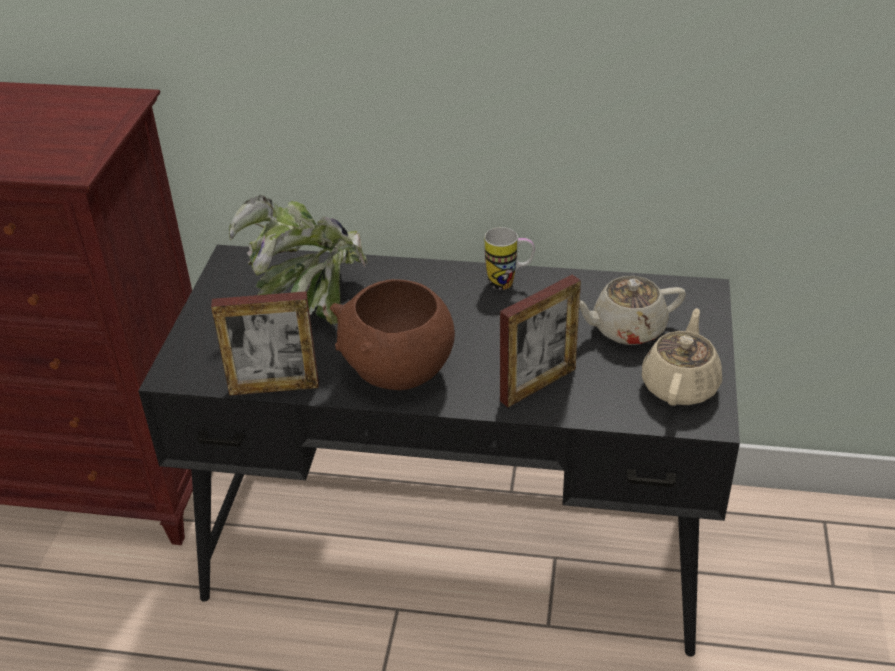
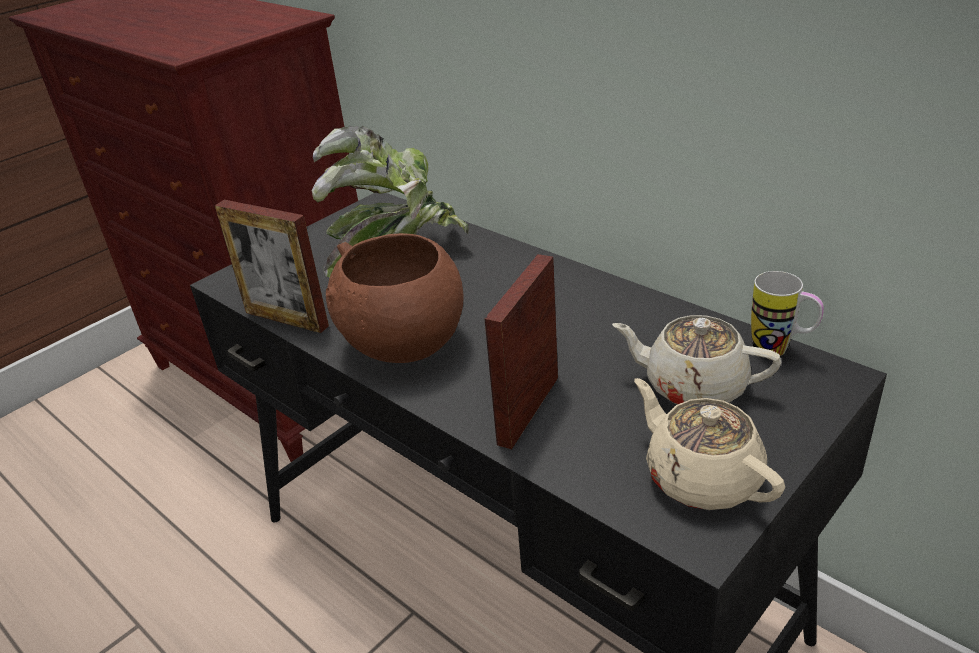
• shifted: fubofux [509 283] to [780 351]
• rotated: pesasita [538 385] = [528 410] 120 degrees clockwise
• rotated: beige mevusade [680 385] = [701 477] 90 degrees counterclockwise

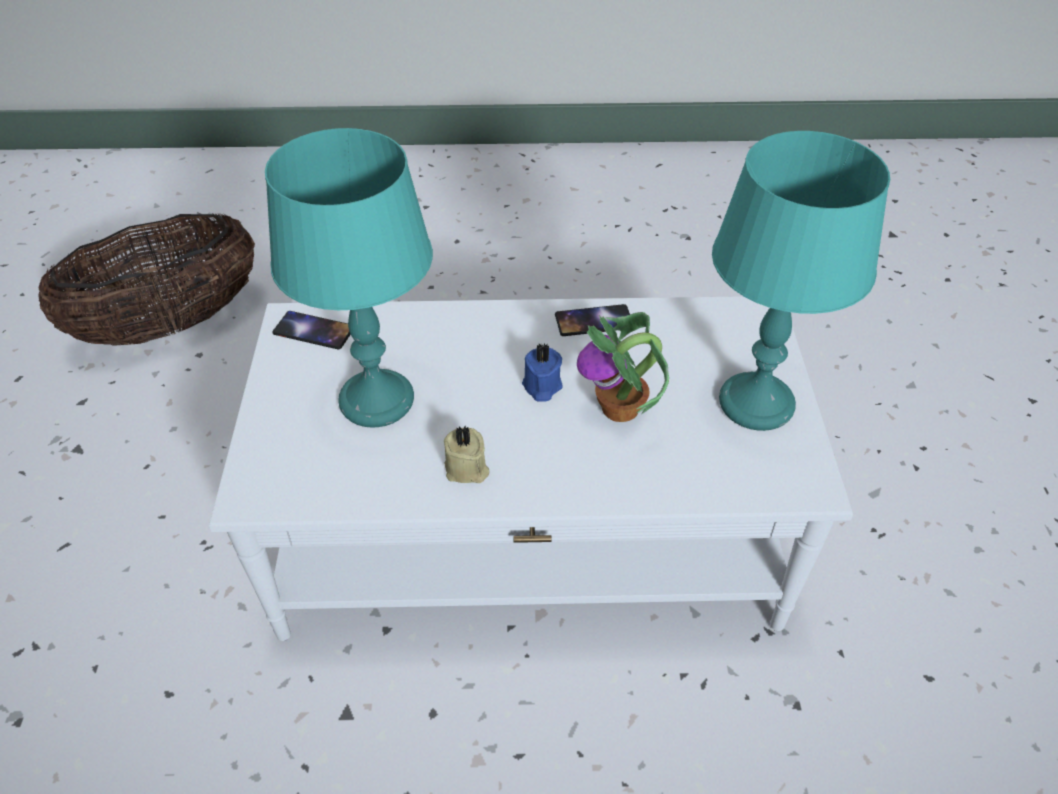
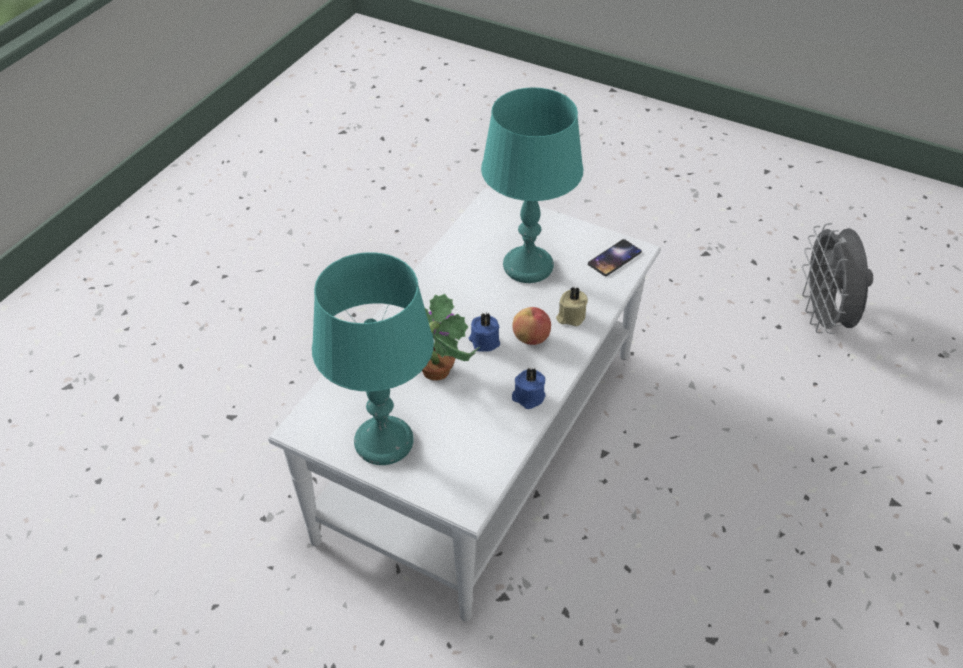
• new: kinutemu [531 338]
• shifted: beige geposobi [467 469] to [570 316]
• swapped: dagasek [170 325] to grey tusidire [824 318]
• swapped: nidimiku [594 321] to blue geposobi [528 397]

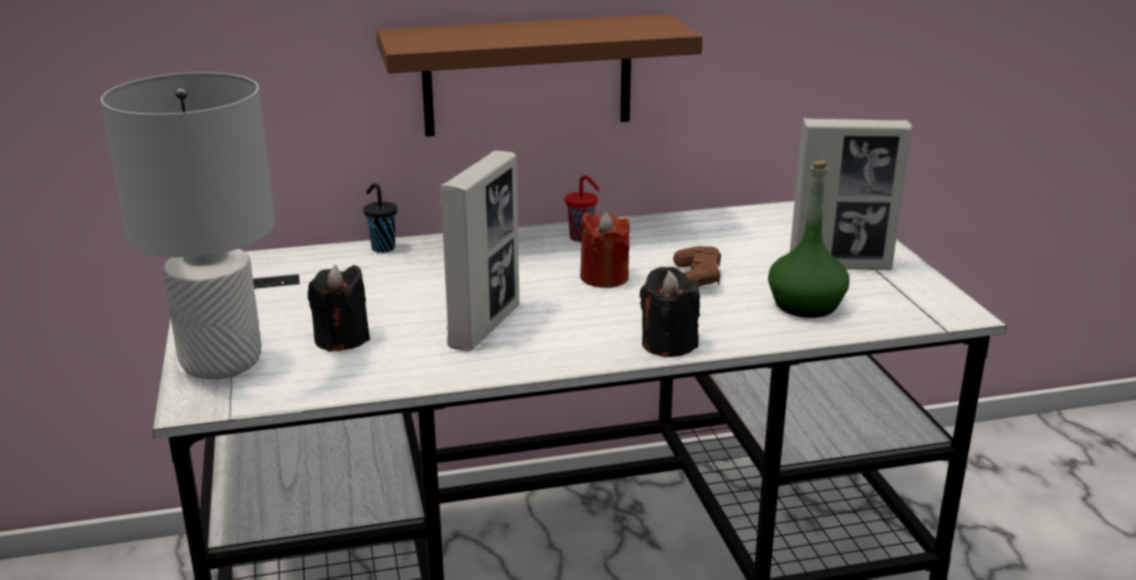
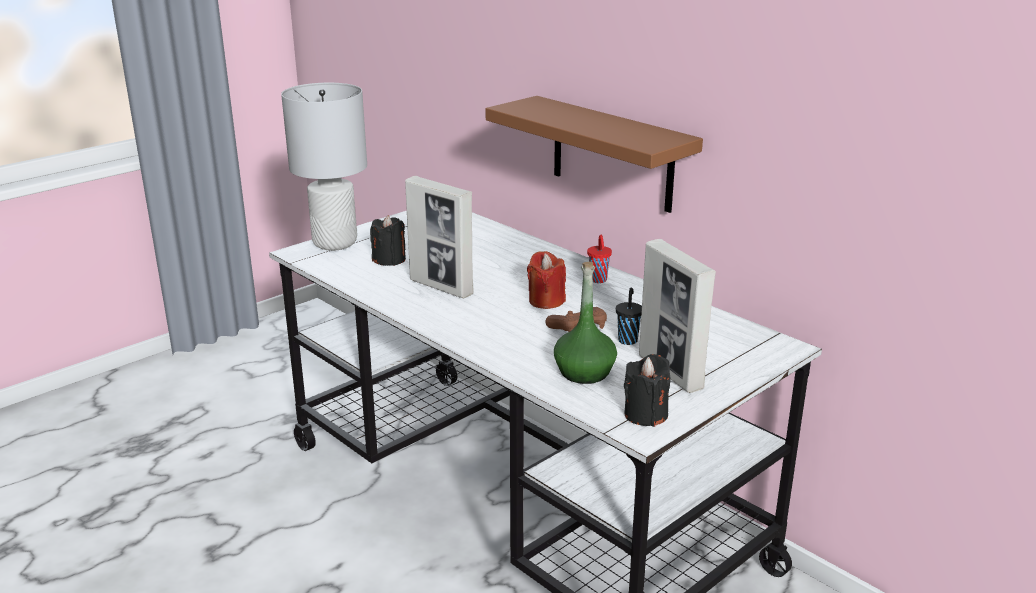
• shifted: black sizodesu [382 248] to [628 340]
• shifted: black geposobi [668 344] to [646 414]
• rotated: pesasita [485 326] = [441 287] 45 degrees clockwise

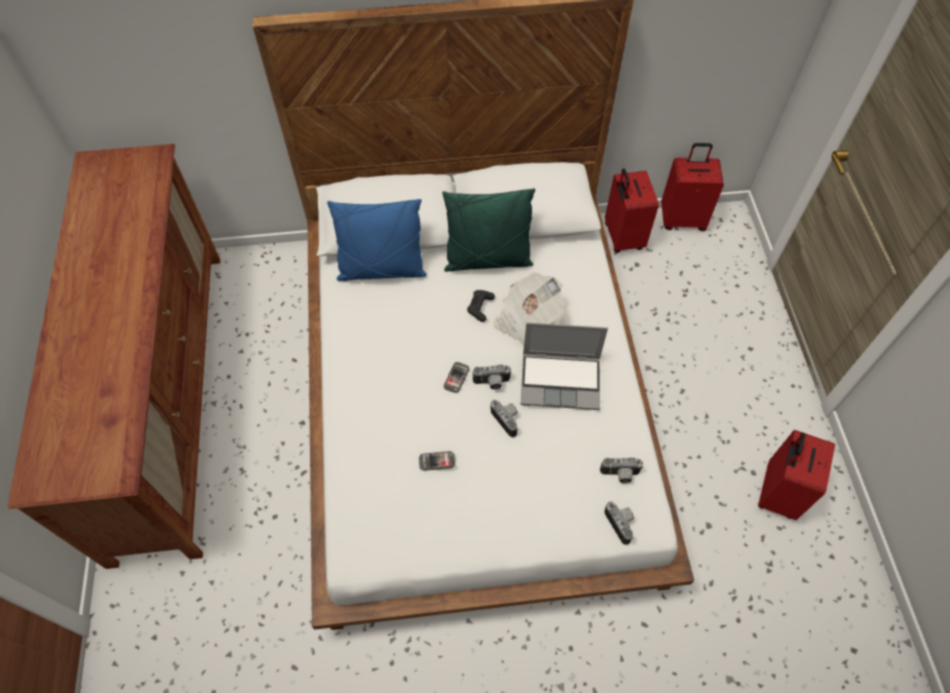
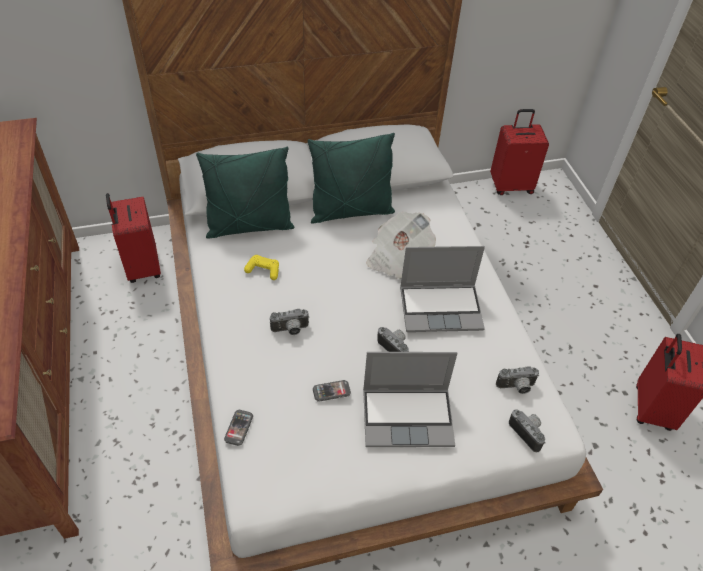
• gone: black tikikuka [480 307]
• new: yellow tikikuka [263 270]
• new: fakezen [408 416]
• shifted: nidimiku [456 378] to [238 428]
• shifted: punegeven [492 383] to [290 330]
• shifted: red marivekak [622 237] to [142 267]
• repainted: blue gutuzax [382 269] to green gutuzax [249 226]

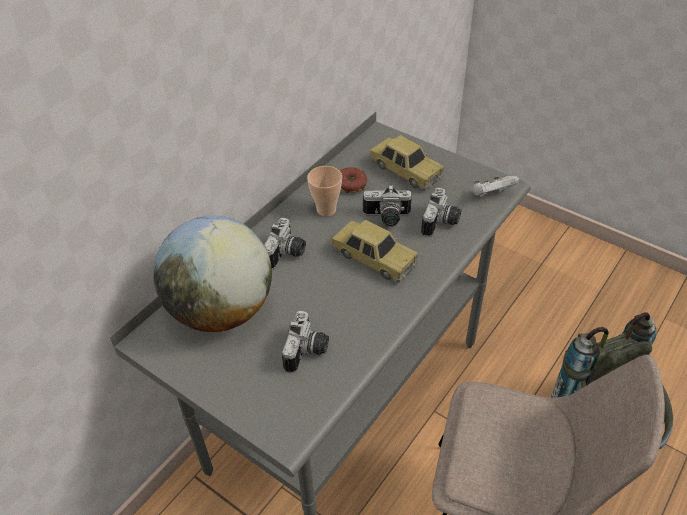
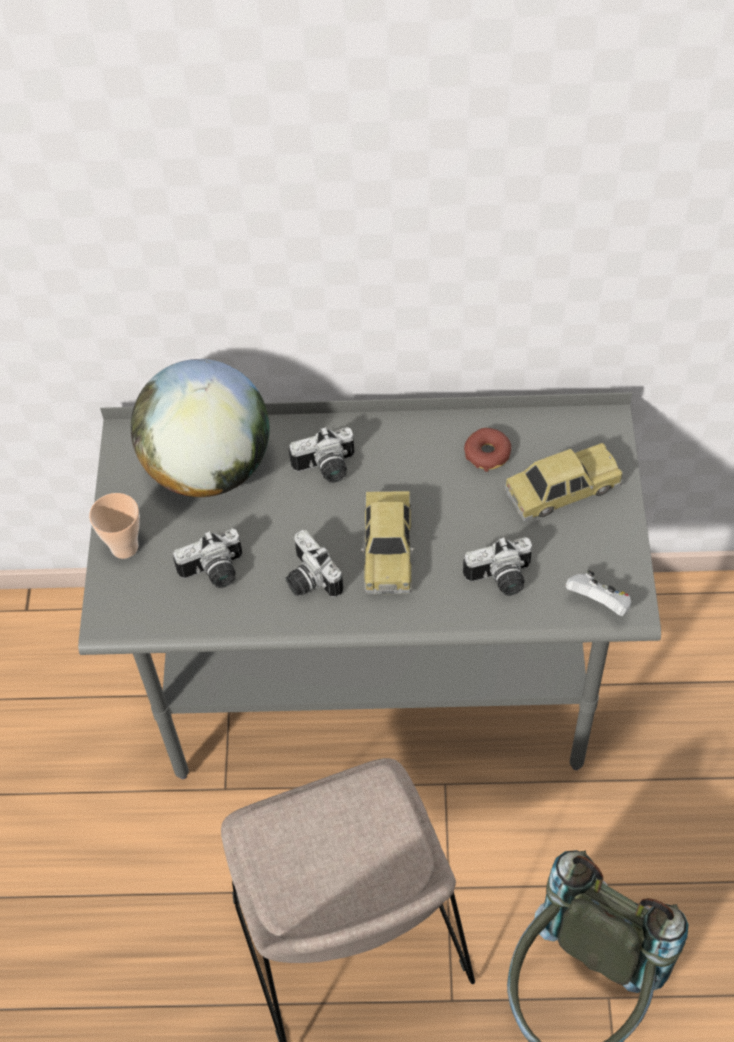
• shifted: sizodesu [326 210] to [124 547]
• shifted: punegeven [386 218] to [308 579]
• rotated: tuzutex [405 170] = [562 490] 120 degrees counterclockwise

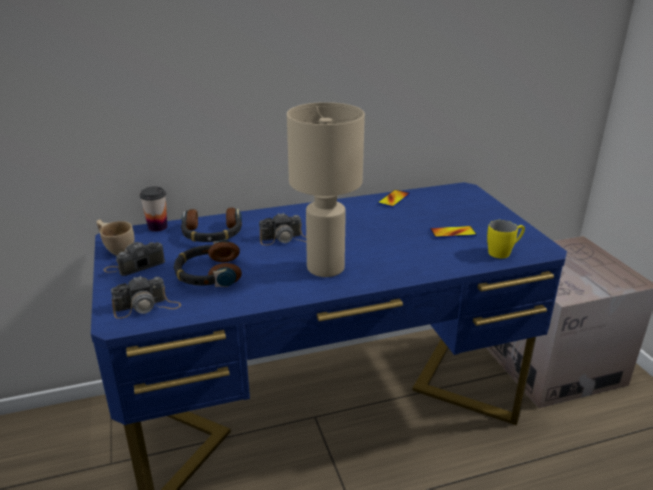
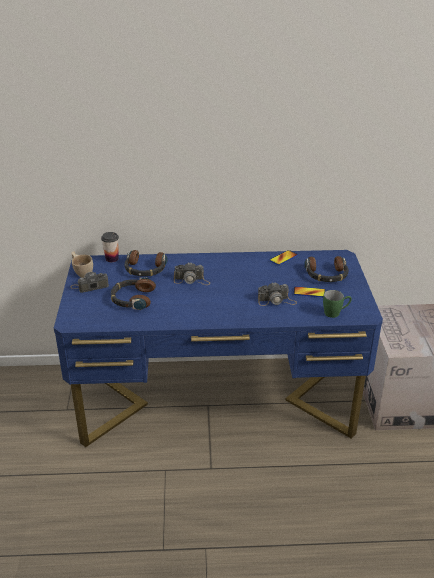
• gone: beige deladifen [324 268]
• new: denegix [326 275]
• shifted: punegeven [147 307] to [276 301]
• repainted: yellow fubofux [503 252] to green fubofux [335 313]

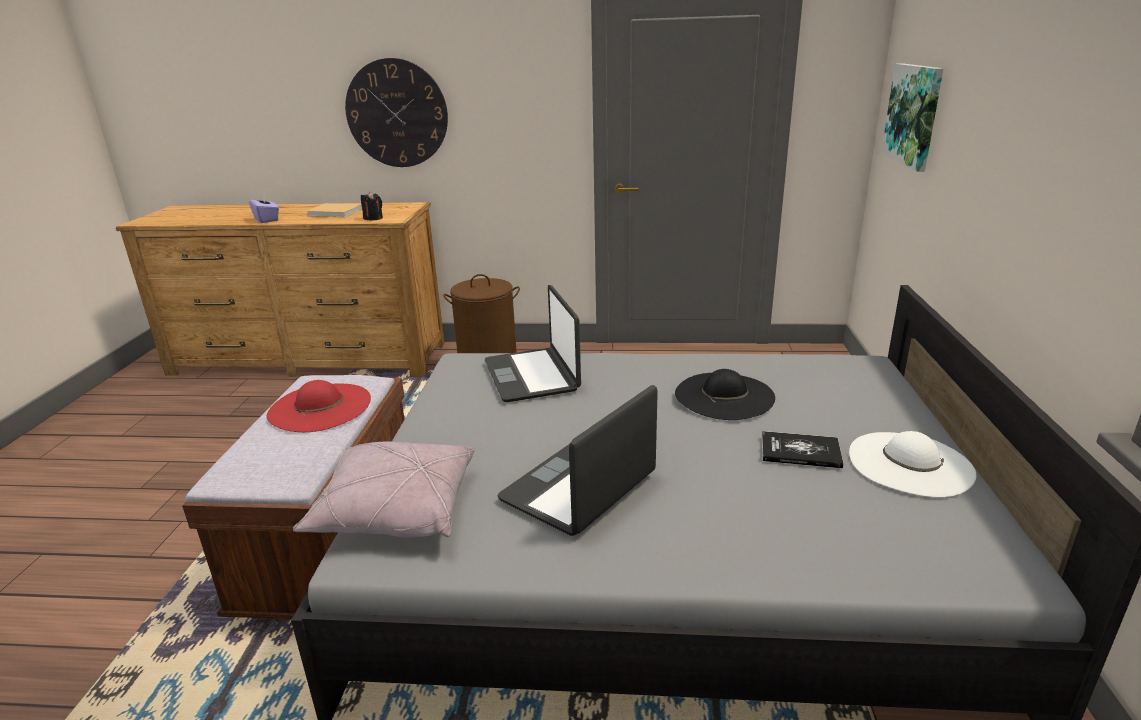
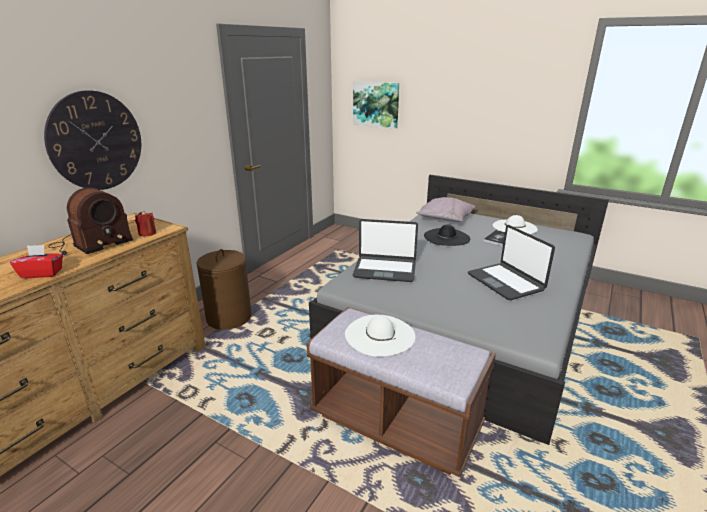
• shifted: purple gutuzax [396 510] to [445 219]
• swapped: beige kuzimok [336 212] to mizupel [90 244]
• repainted: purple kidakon [267 219] to red kidakon [42 273]
• repainted: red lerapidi [320 407] to white lerapidi [379 335]
• repainted: black geposobi [373 218] to red geposobi [147 233]

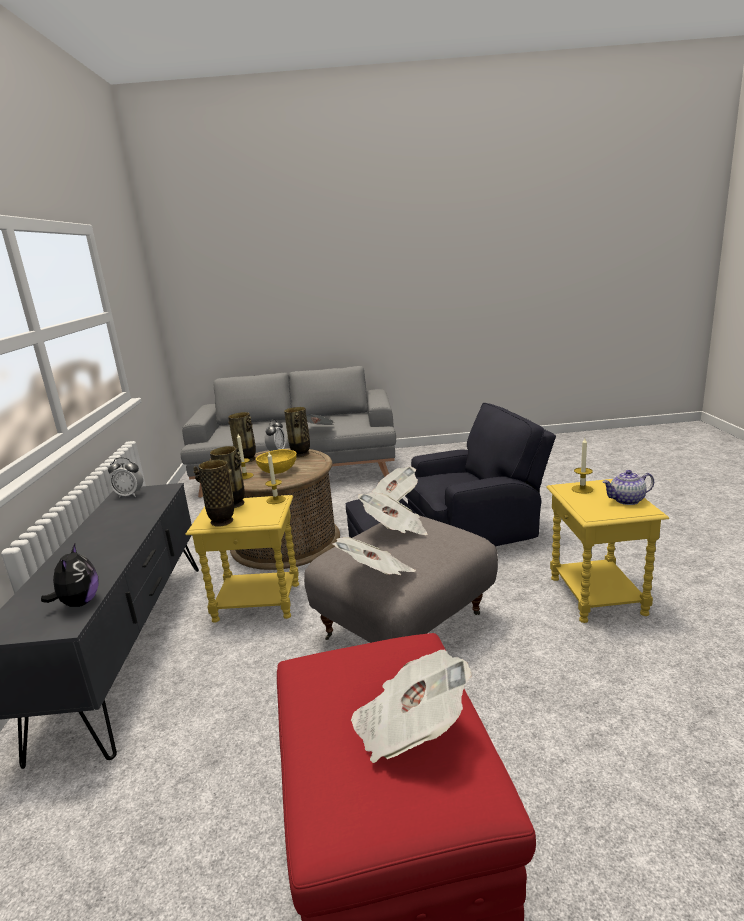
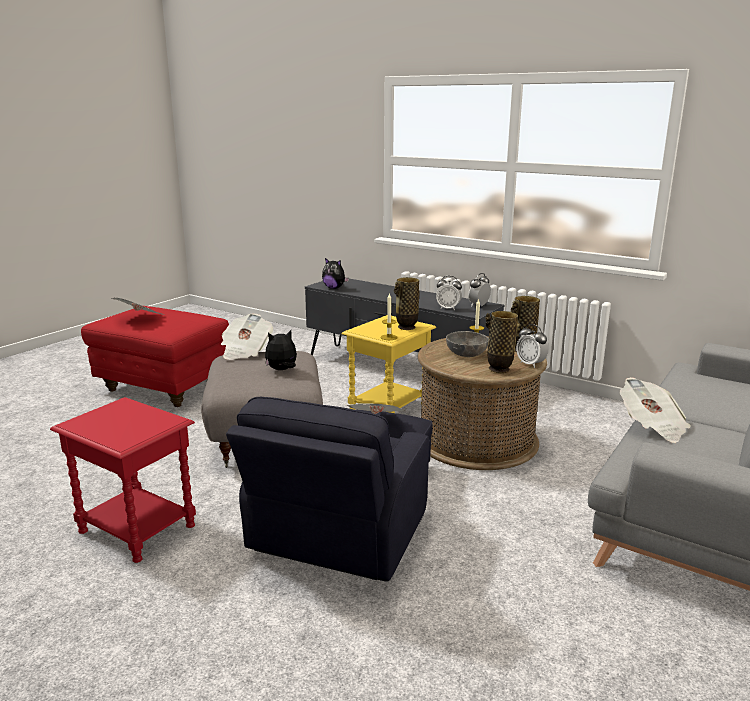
• gone: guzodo [222 521]
• gone: geposobi [582 489]
• gone: mevusade [627 500]
• new: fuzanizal [448 308]
• swapped: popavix [395 530] to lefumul [282 370]
• repainted: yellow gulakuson [278 471] to grey gulakuson [466 354]
• repainted: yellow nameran [598 595] to red nameran [135 529]

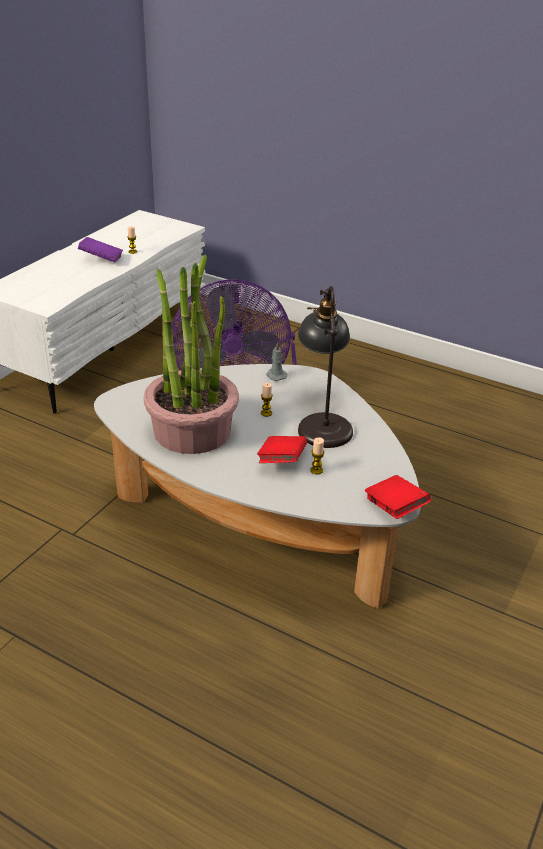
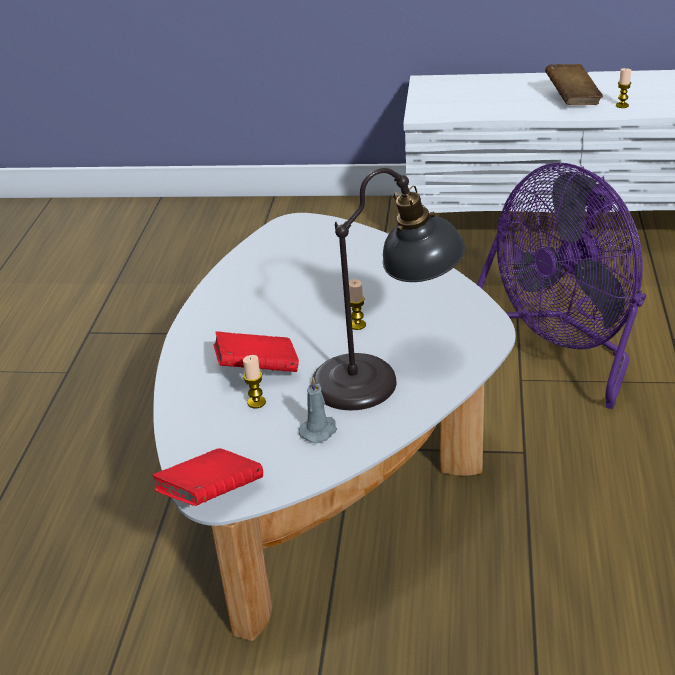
• gone: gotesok [192 430]
• shifted: grey geposobi [275 375] to [319 430]
• repainted: purple kuzimok [101 260] to brown kuzimok [572 99]

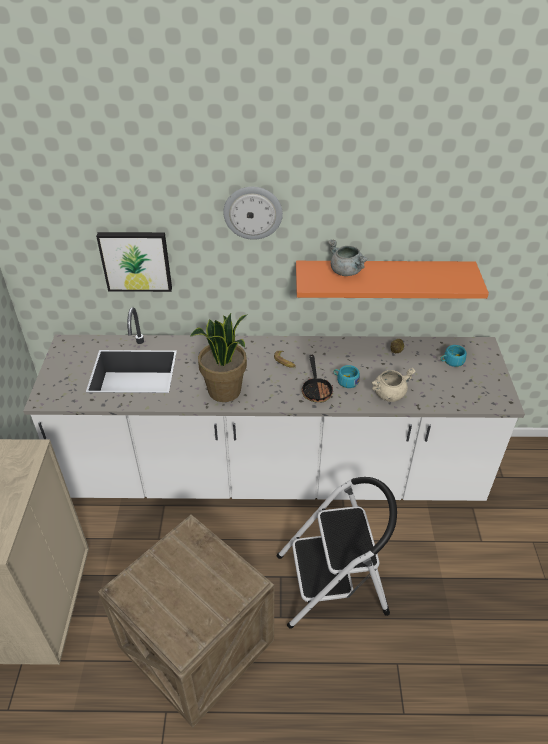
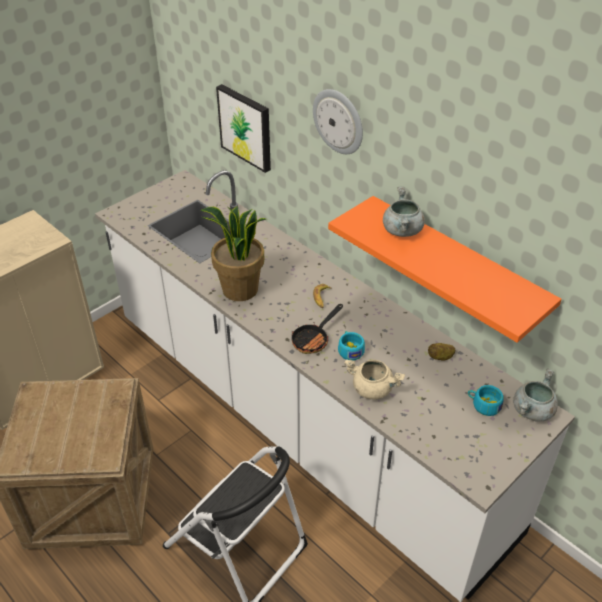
• new: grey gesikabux [532 411]

